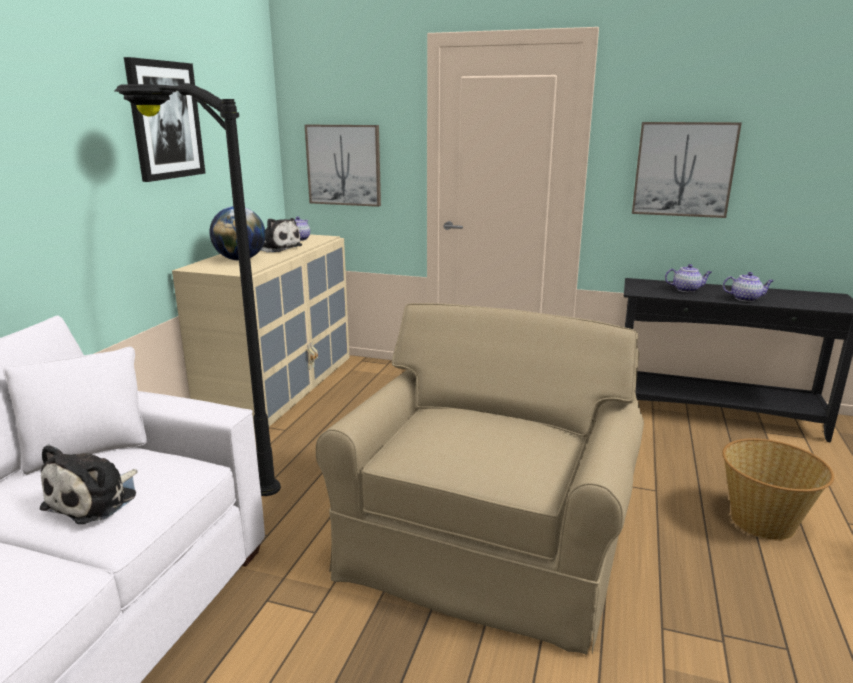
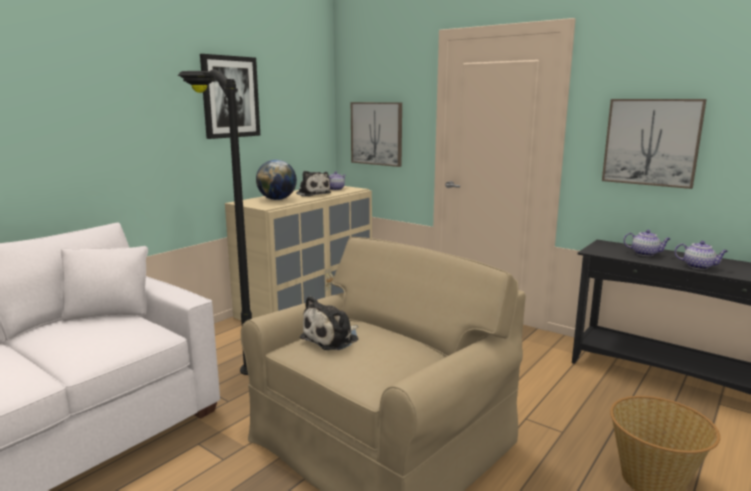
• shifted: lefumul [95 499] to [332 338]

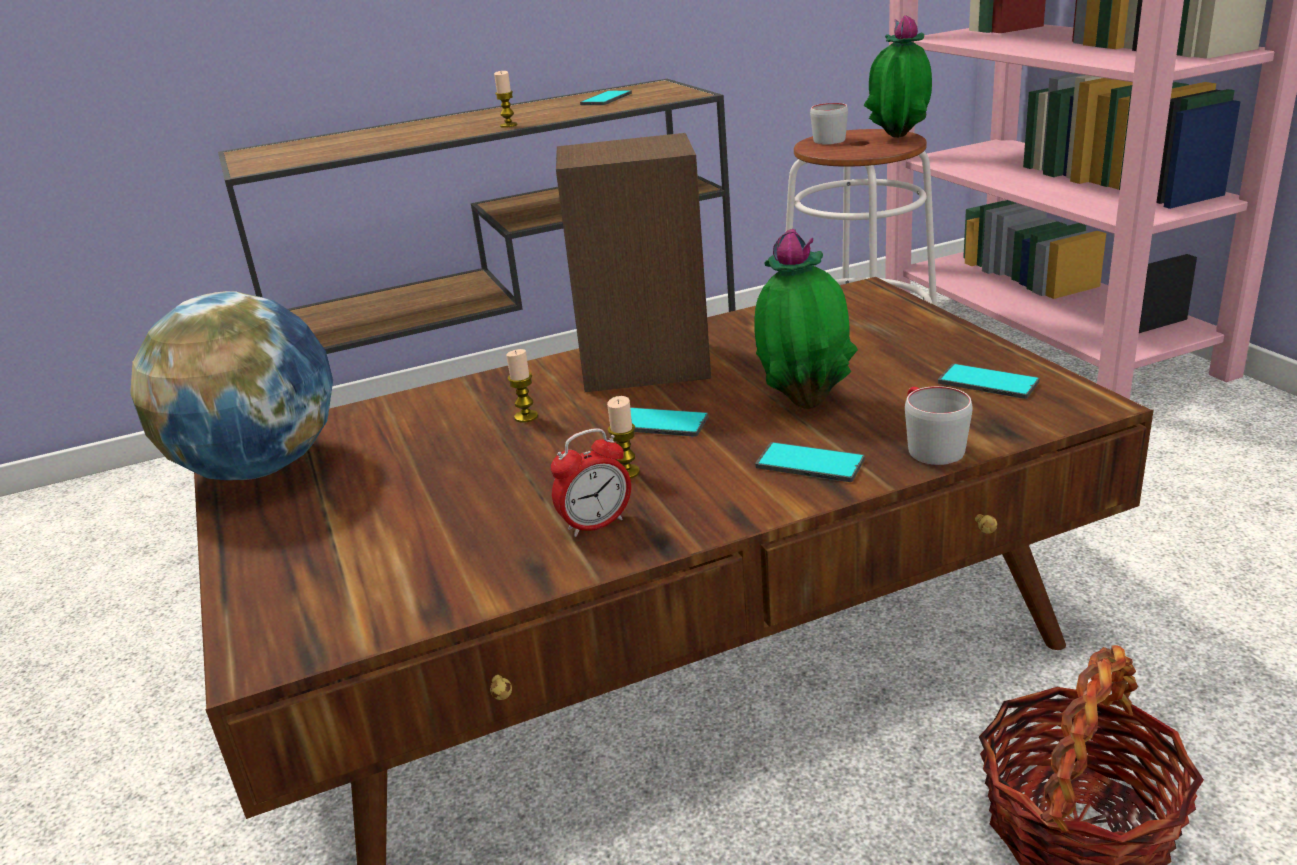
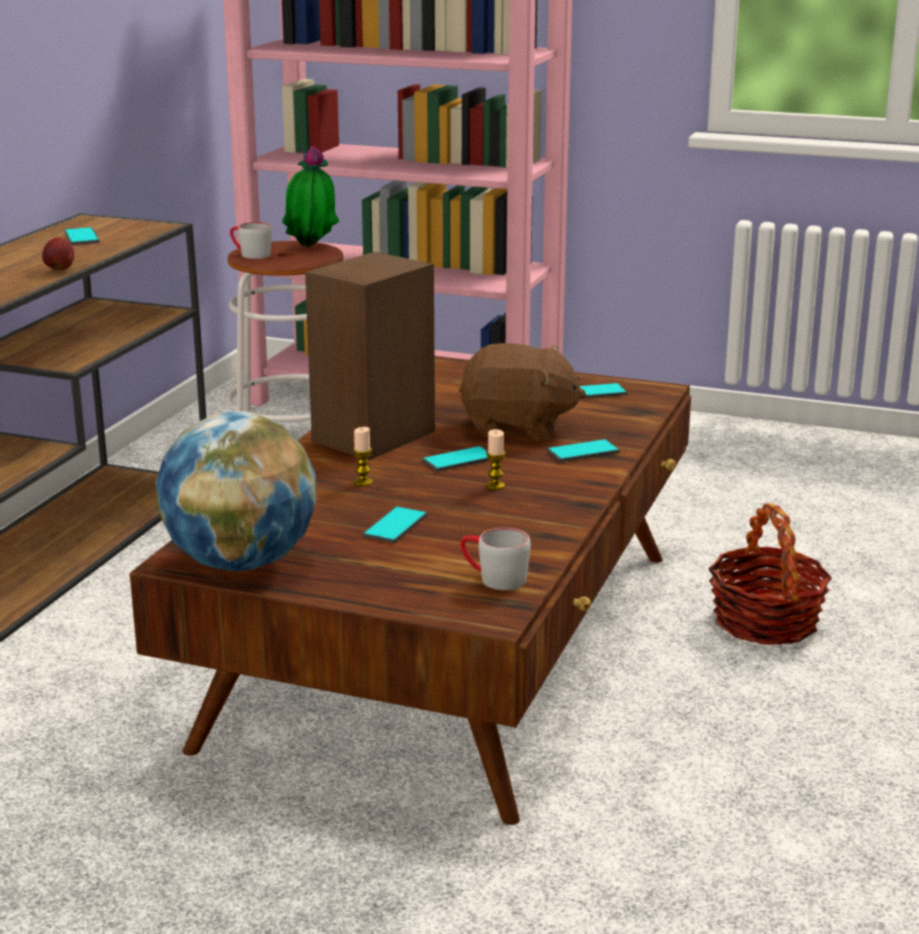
• gone: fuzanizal [596 524]
• new: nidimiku [395 526]
• shifted: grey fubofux [928 445] to [493 578]
• swapped: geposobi [508 125] to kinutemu [60 270]
• swapped: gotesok [805 402] to brown lefumul [518 427]

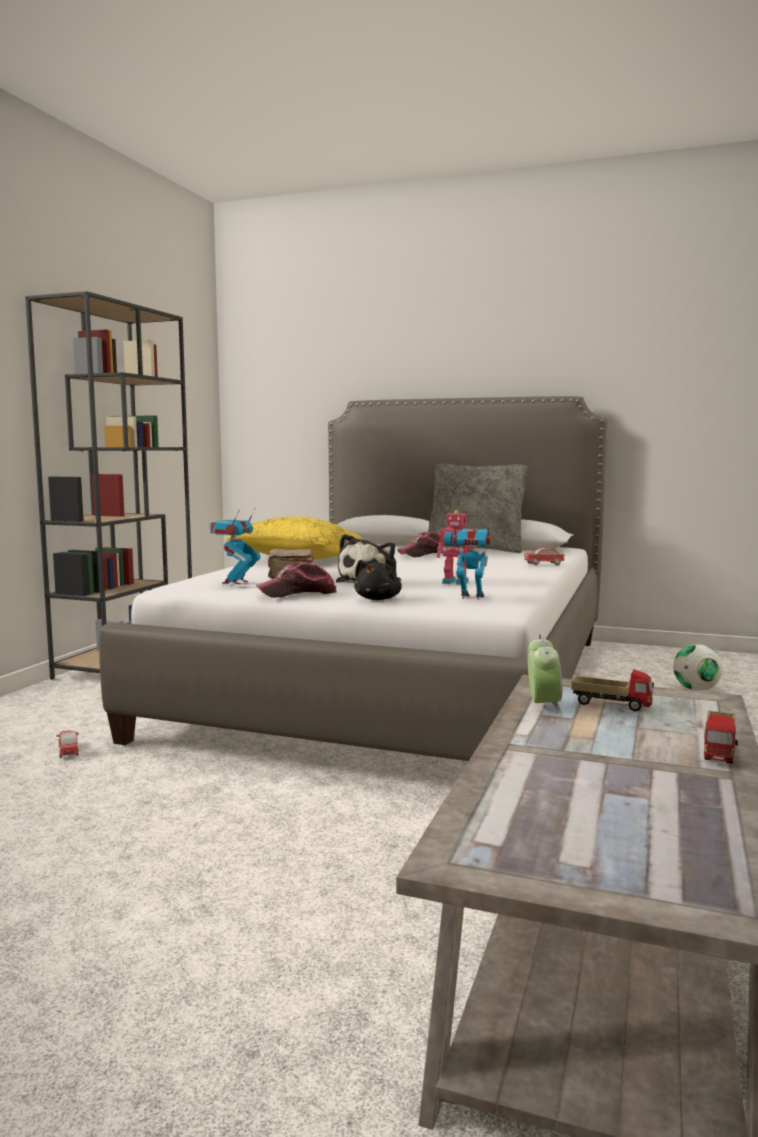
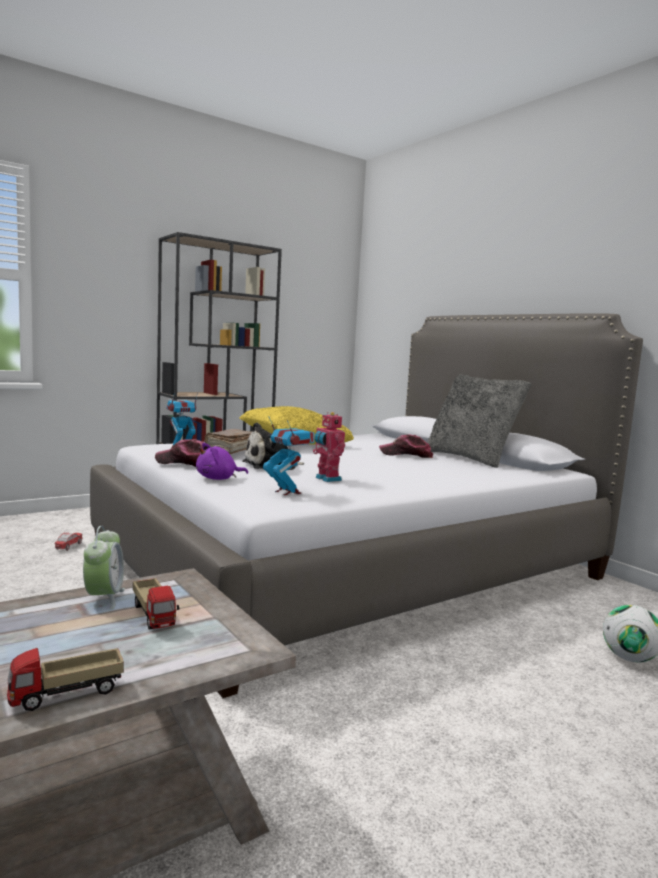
• gone: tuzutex [544 564]
• repainted: black lefumul [379 599] to purple lefumul [218 479]
• rotated: fuzanizal [543 707] = [104 598] 45 degrees counterclockwise

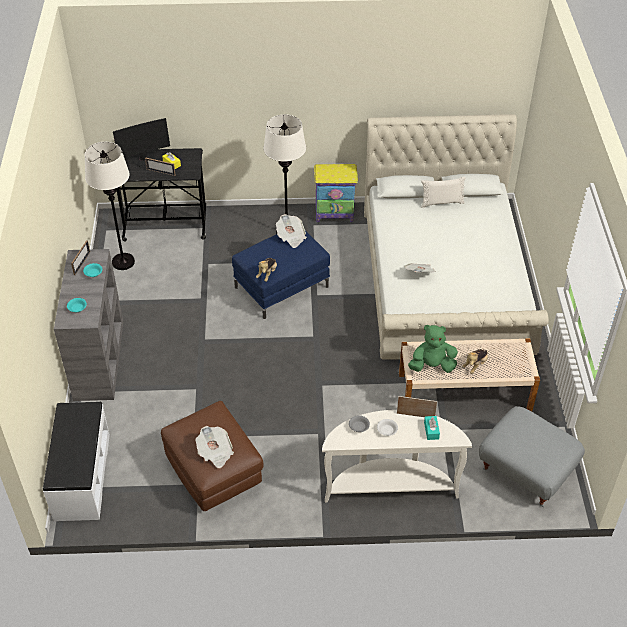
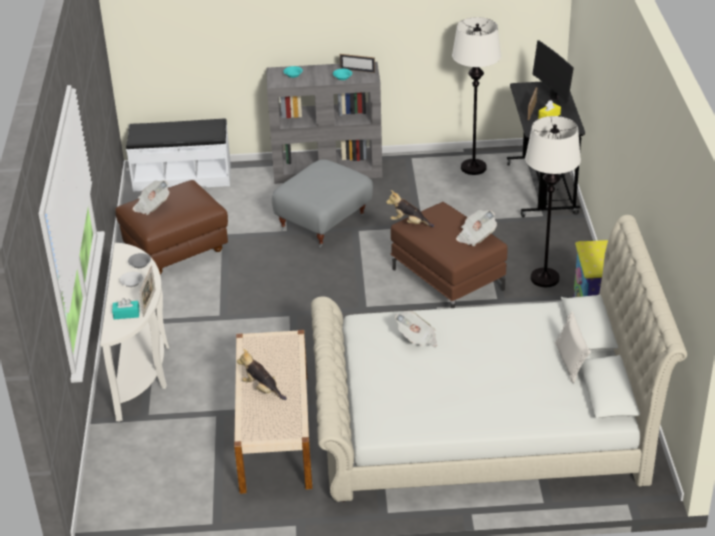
• gone: green lefumul [432 366]
• shifted: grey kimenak [527 470] to [324 223]
• repainted: blue kimenak [281 286] to brown kimenak [448 279]

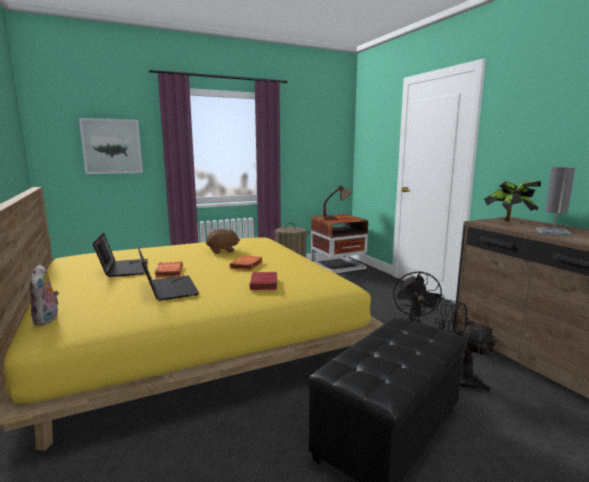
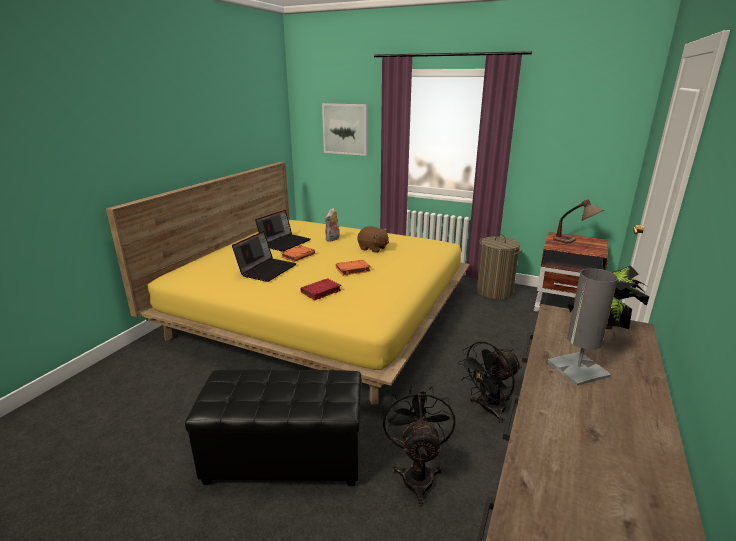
• shifted: lefumul [47 320] to [333 239]

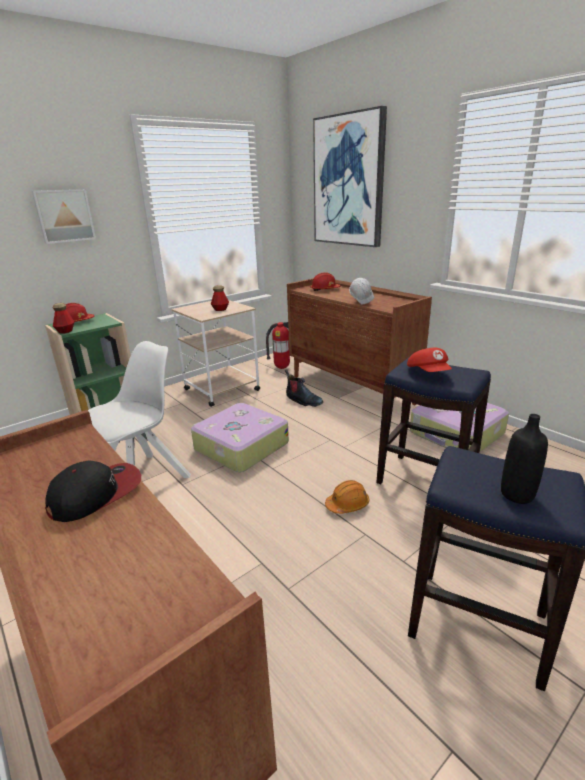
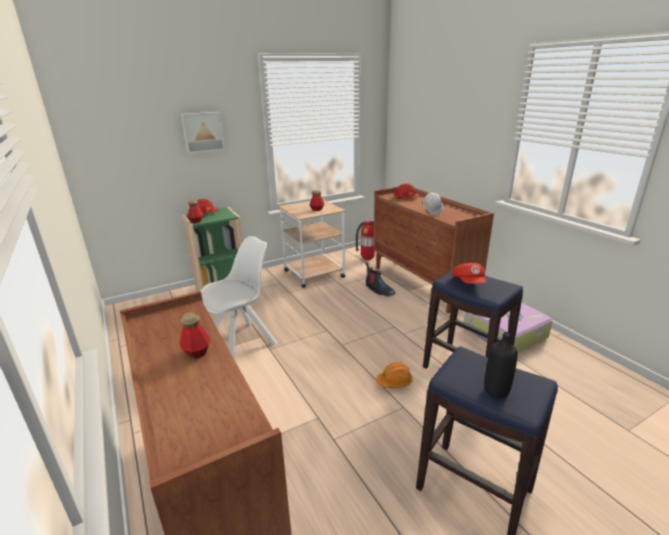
• gone: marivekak [240 446]
• gone: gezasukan [348 181]
• swapped: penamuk [96 494] to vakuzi [197 352]

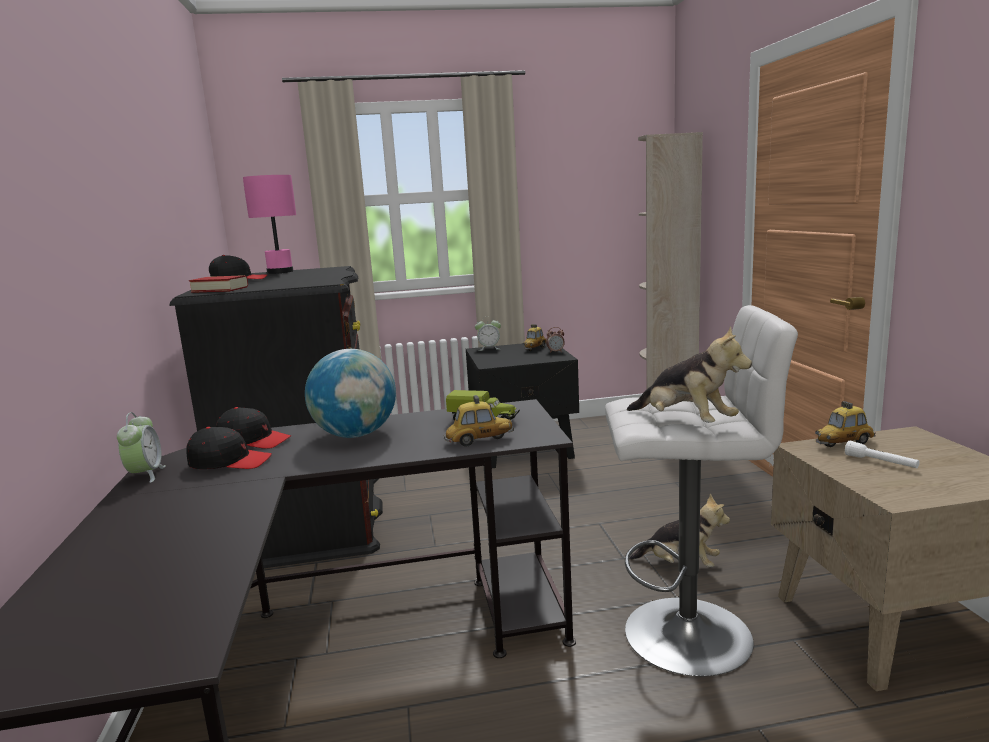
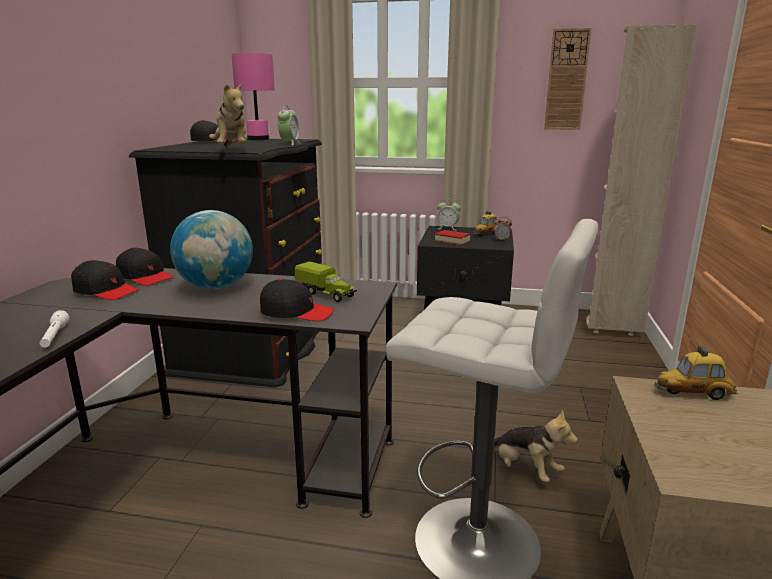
• new: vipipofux [566 80]
• shifted: fuzanizal [145 475] to [289 144]
• shifted: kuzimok [220 289] to [452 241]
• shifted: lefumul [685 422] to [232 150]
• shifted: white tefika [881 462] to [54 337]
• swapped: tuzutex [479 441] to black penamuk [296 312]

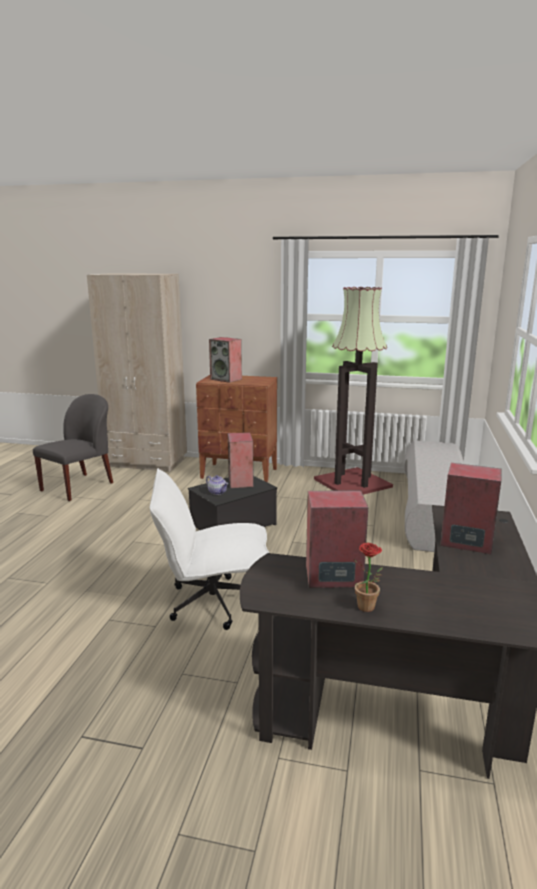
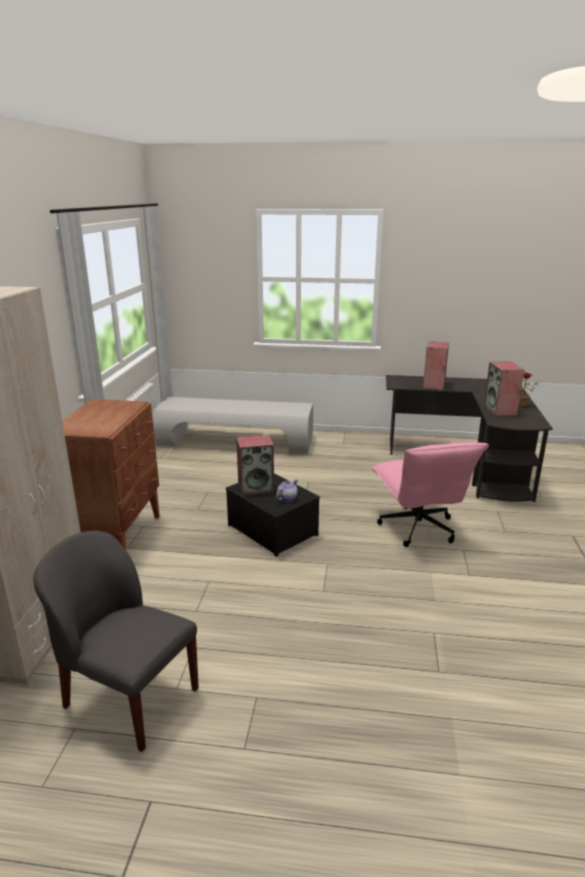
• gone: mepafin [226 379]
• gone: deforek [354 483]
• repainted: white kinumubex [215 602] to pink kinumubex [417 527]

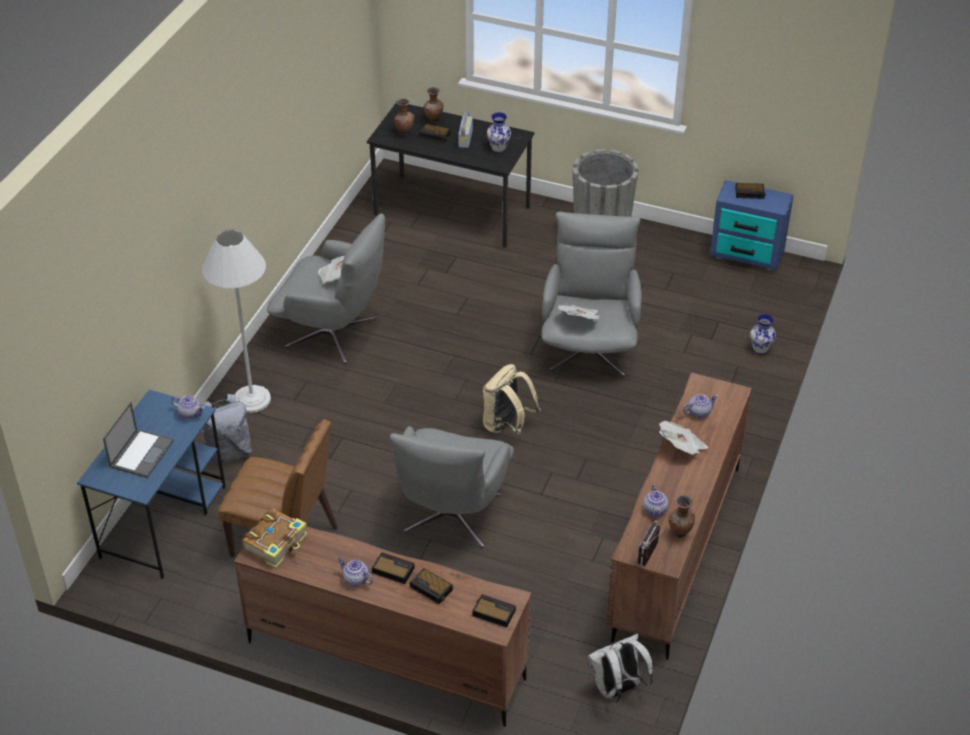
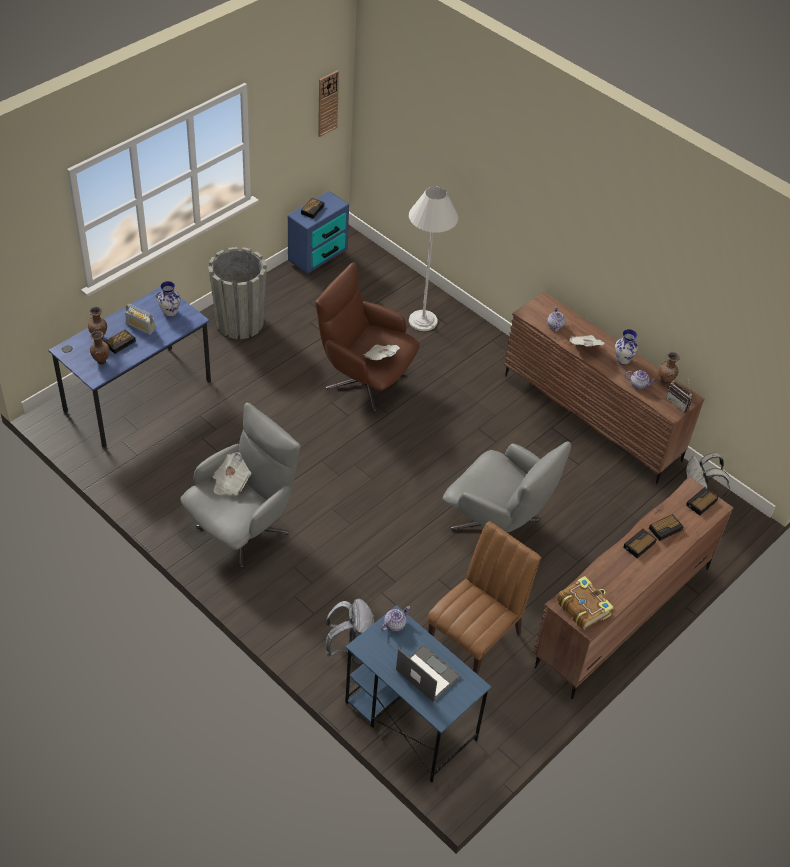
• gone: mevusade [355 579]
• gone: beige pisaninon [507 425]
• new: vipipofux [327 103]
• shifted: white deforek [252 399] to [423 321]
• shifted: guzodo [760 348] to [622 360]
• repainted: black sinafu [452 211] to blue sinafu [138 396]
• repainted: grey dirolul [589 350] to brown dirolul [365 381]

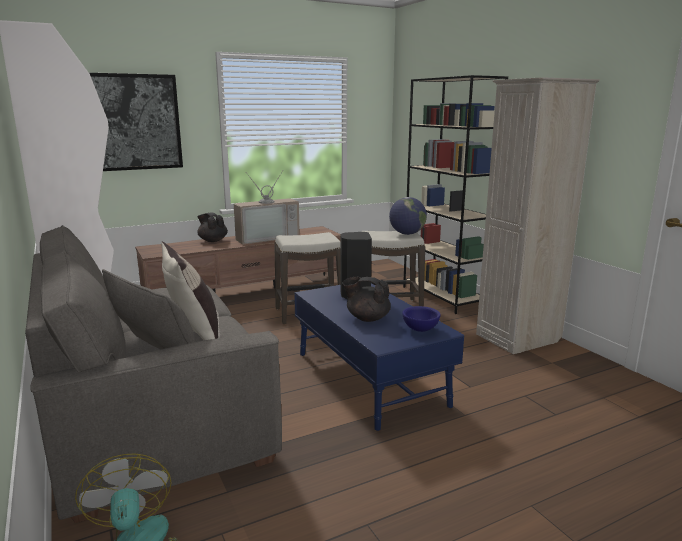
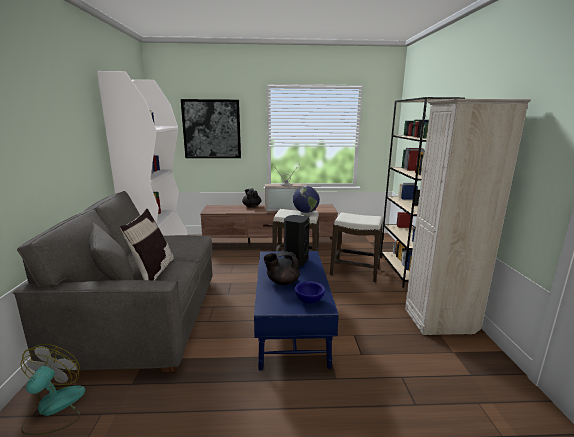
• shifted: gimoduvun [407 234] to [305 212]
• rotated: black mevusade [367 318] = [282 282] 60 degrees counterclockwise

